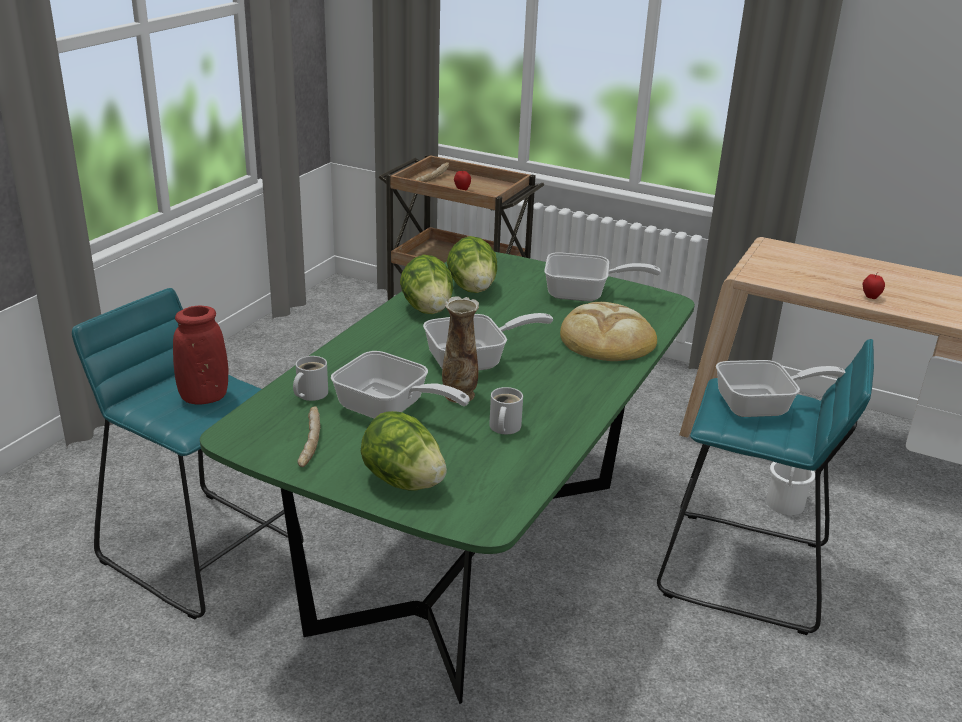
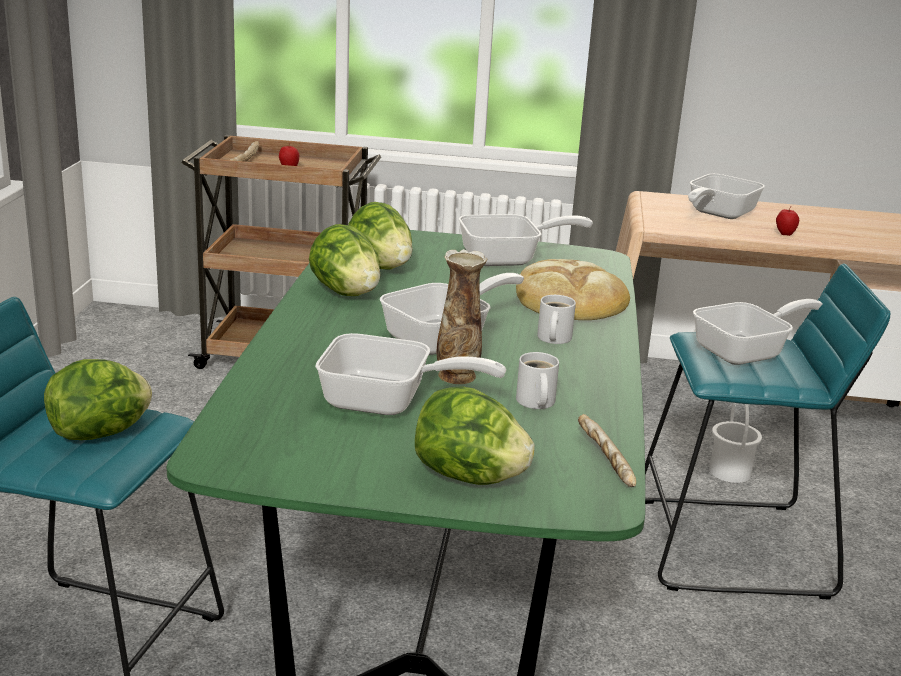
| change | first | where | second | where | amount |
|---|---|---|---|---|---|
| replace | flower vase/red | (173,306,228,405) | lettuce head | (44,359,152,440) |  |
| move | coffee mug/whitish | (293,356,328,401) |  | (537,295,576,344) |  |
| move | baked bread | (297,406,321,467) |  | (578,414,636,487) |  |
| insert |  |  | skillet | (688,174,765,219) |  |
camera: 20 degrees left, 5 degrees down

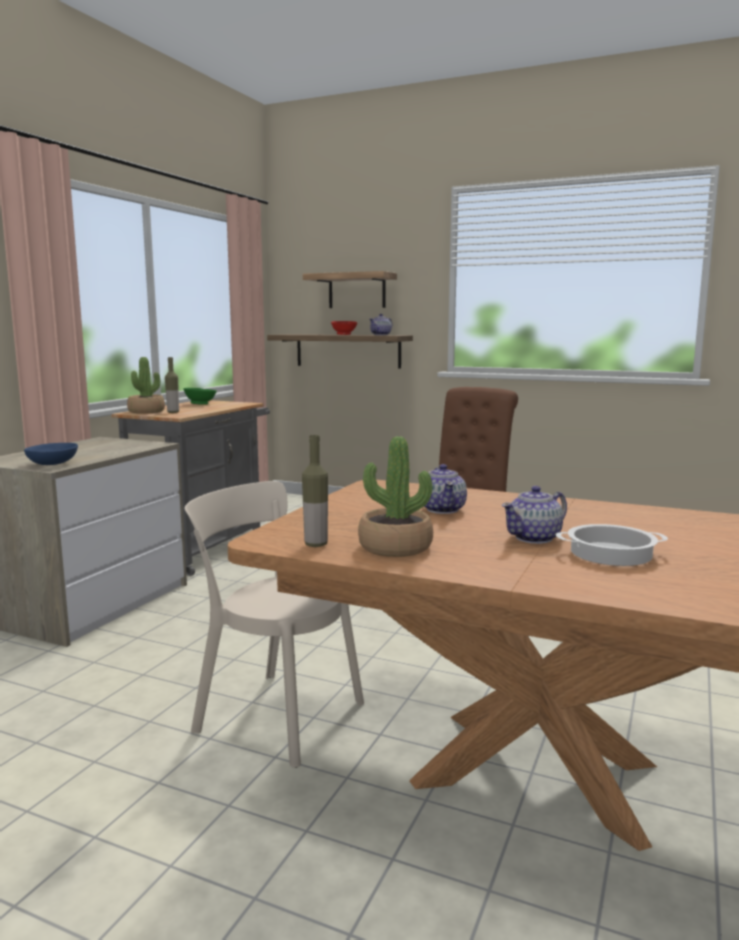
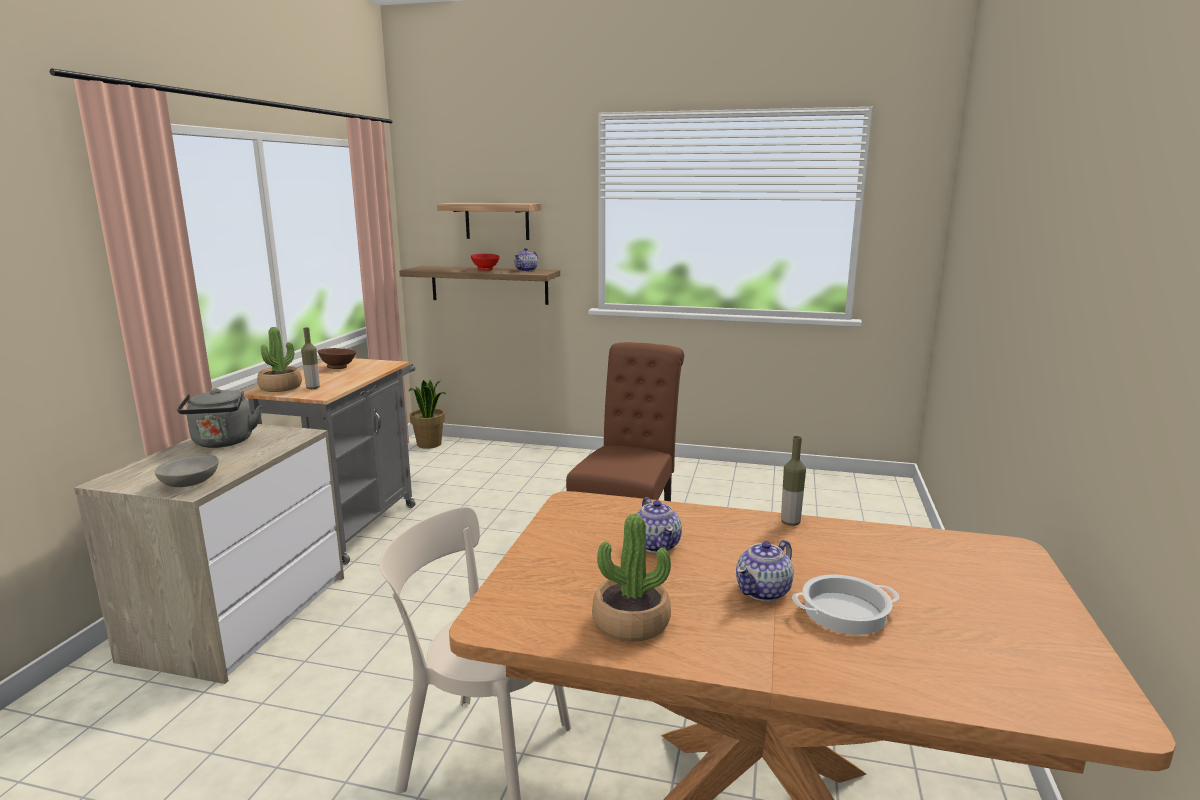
| change | first | where | second | where | amount |
|---|---|---|---|---|---|
| recolor | bowl/green | (183,388,217,405) | bowl/brownish | (317,348,356,369) |  |
| move | bottle | (302,435,328,547) |  | (781,436,806,526) |  |
| recolor | bowl/bluish | (24,443,78,465) | bowl/gray | (155,454,219,487) |  |
| insert |  |  | plant in a pot | (408,379,446,449) |  |
| insert |  |  | tea kettle/gray | (177,388,262,448) |  |
camera: 10 degrees left, 5 degrees up

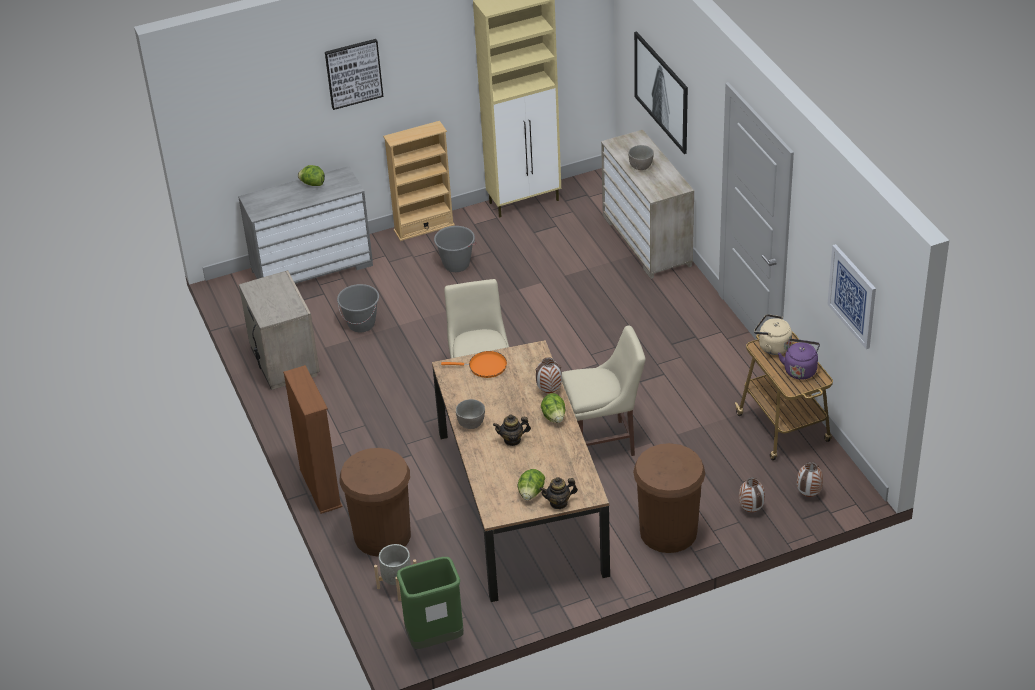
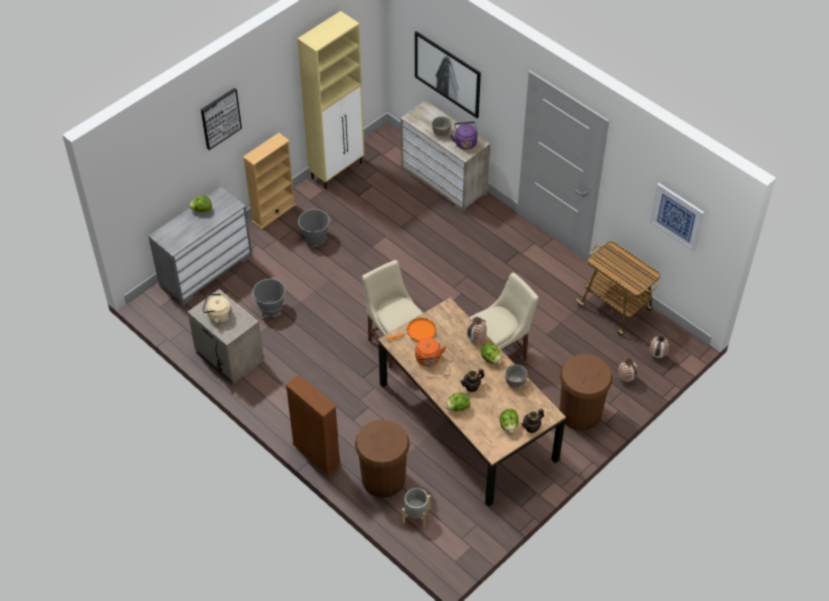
| change | first | where | second | where | amount |
|---|---|---|---|---|---|
| move | tea kettle/beige | (754,314,792,355) |  | (203,294,232,324) |  |
| move | tea kettle/purple | (778,339,820,380) |  | (450,122,477,150) |  |
| move | bowl/gray | (456,399,485,429) |  | (505,364,527,388) |  |
| delete | waste bin/green | (397,557,464,649) |  |  |  |
| insert |  |  | tea kettle/orange-coloured | (415,338,446,366) |  |
| insert |  |  | lettuce head | (446,393,470,411) |  |
camera: 25 degrees left, 10 degrees up

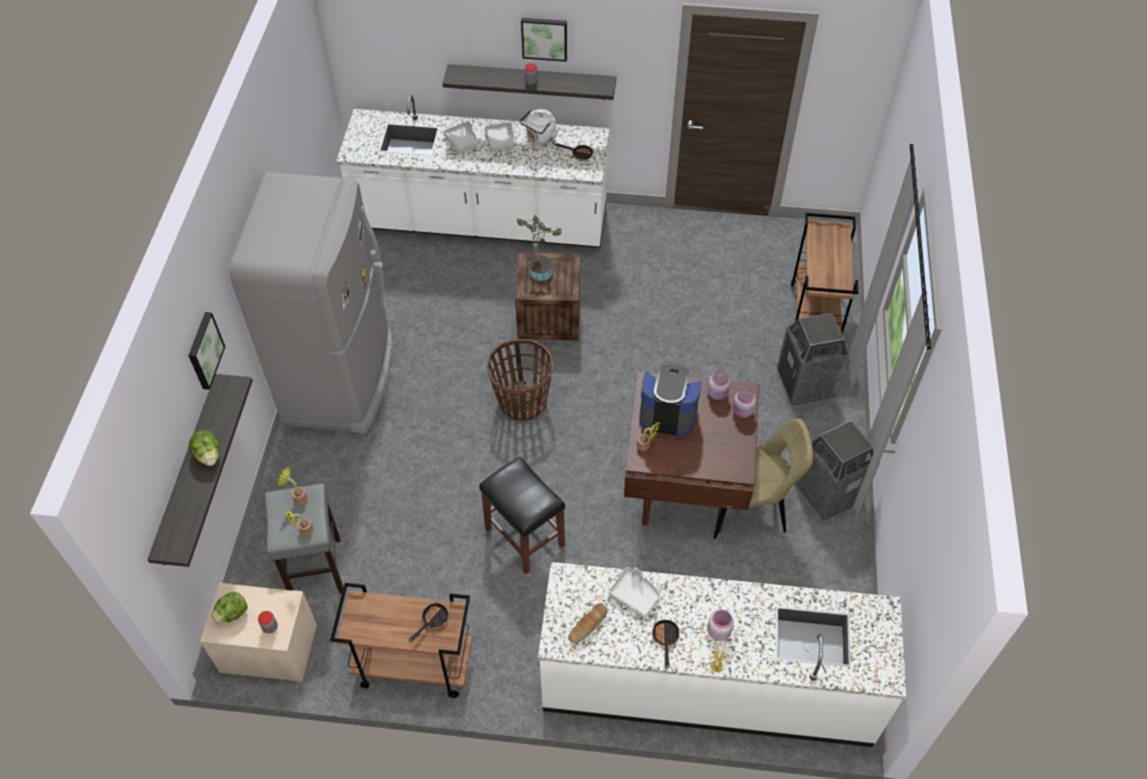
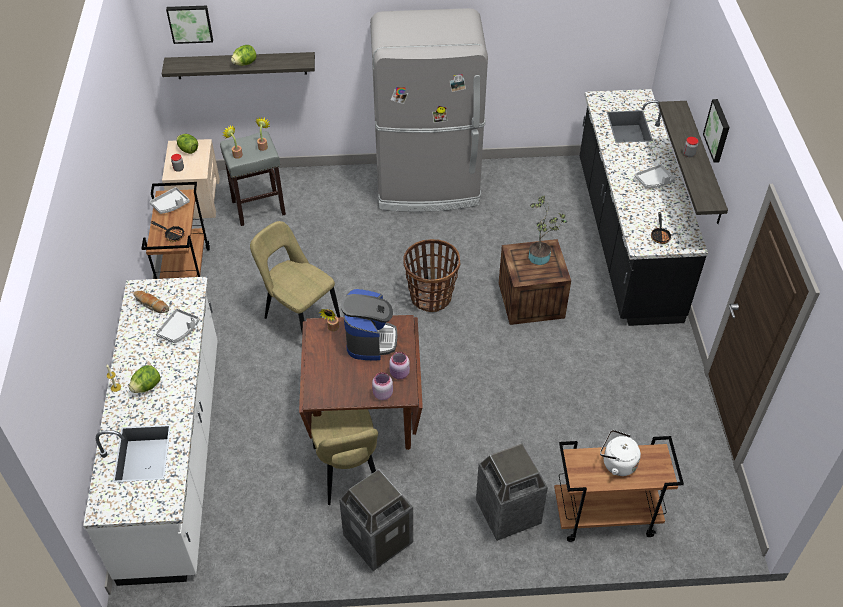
| change | first | where | second | where | amount |
|---|---|---|---|---|---|
| recolor | kitchen counter/whitish | (336,95,610,248) | kitchen counter/black-coloured | (580,89,708,326) |  |
| move | tea kettle/whitish | (520,109,558,144) |  | (600,430,641,476) |  |
| move | tray/gray | (443,121,478,153) |  | (150,187,190,214) |  |
| move | wall picture | (188,312,225,390) |  | (166,6,213,44) |  |
| replace | stool seat/black-coloured | (479,456,565,574) | chair/beige | (250,221,340,332) |  |
| replace | jar/pinkish | (707,610,734,641) | lettuce head | (129,365,161,393) |  |
| delete | skillet | (652,619,680,668) |  |  |  |
camera: 80 degrees right, 5 degrees down

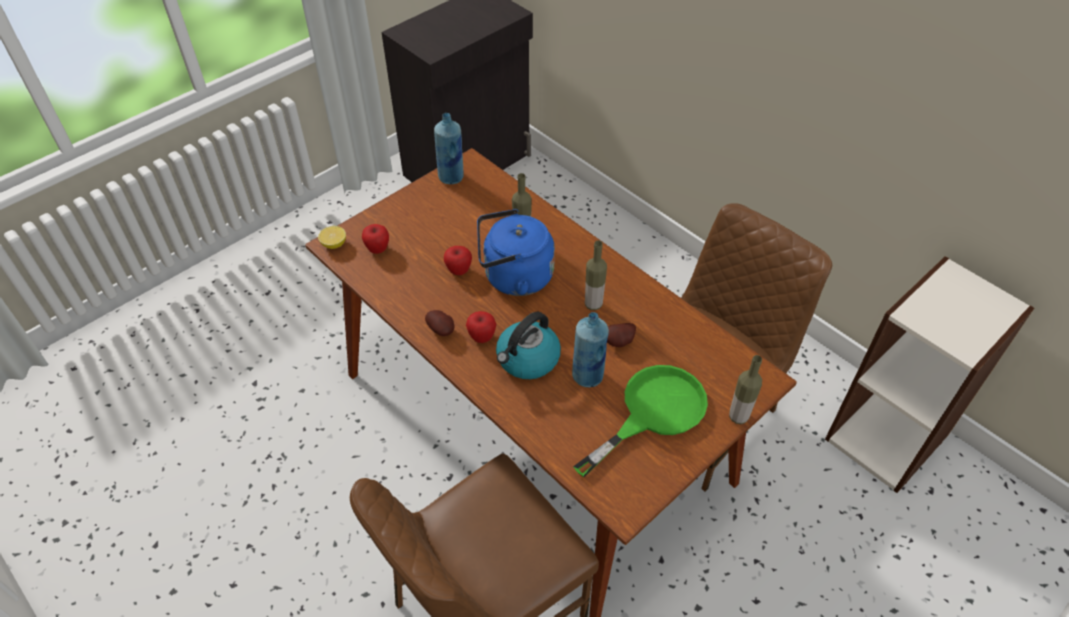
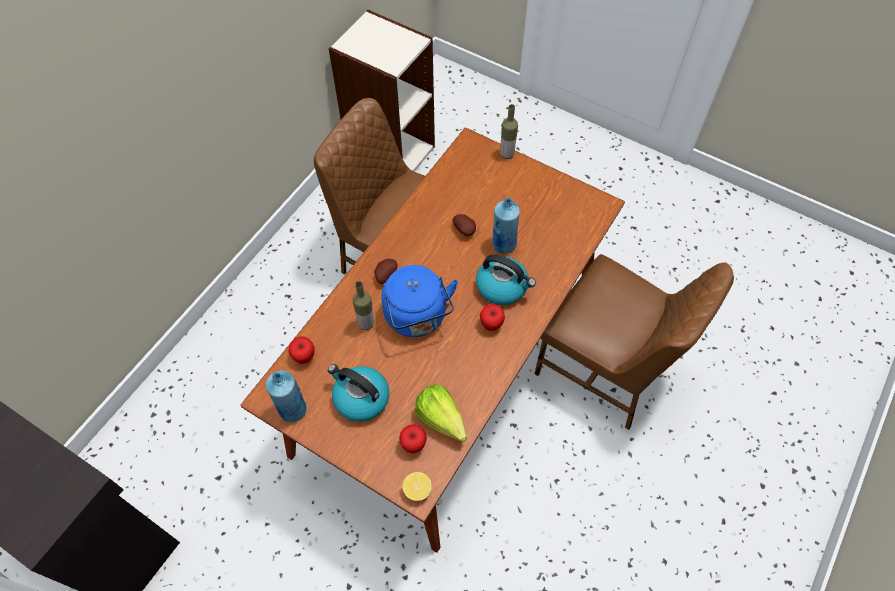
| change | first | where | second | where | amount |
|---|---|---|---|---|---|
| delete | bottle | (585,240,607,310) |  |  |  |
| move | apple fruit | (444,246,472,275) |  | (289,337,315,364) |  |
| move | potato | (425,310,455,336) |  | (374,259,398,284) |  |
| delete | skillet/green | (573,365,708,477) |  |  |  |
| insert |  |  | tea kettle | (328,364,389,422) |  |
| insert |  |  | lettuce head | (415,384,467,442) |  |
camera: 105 degrees left, 10 degrees up

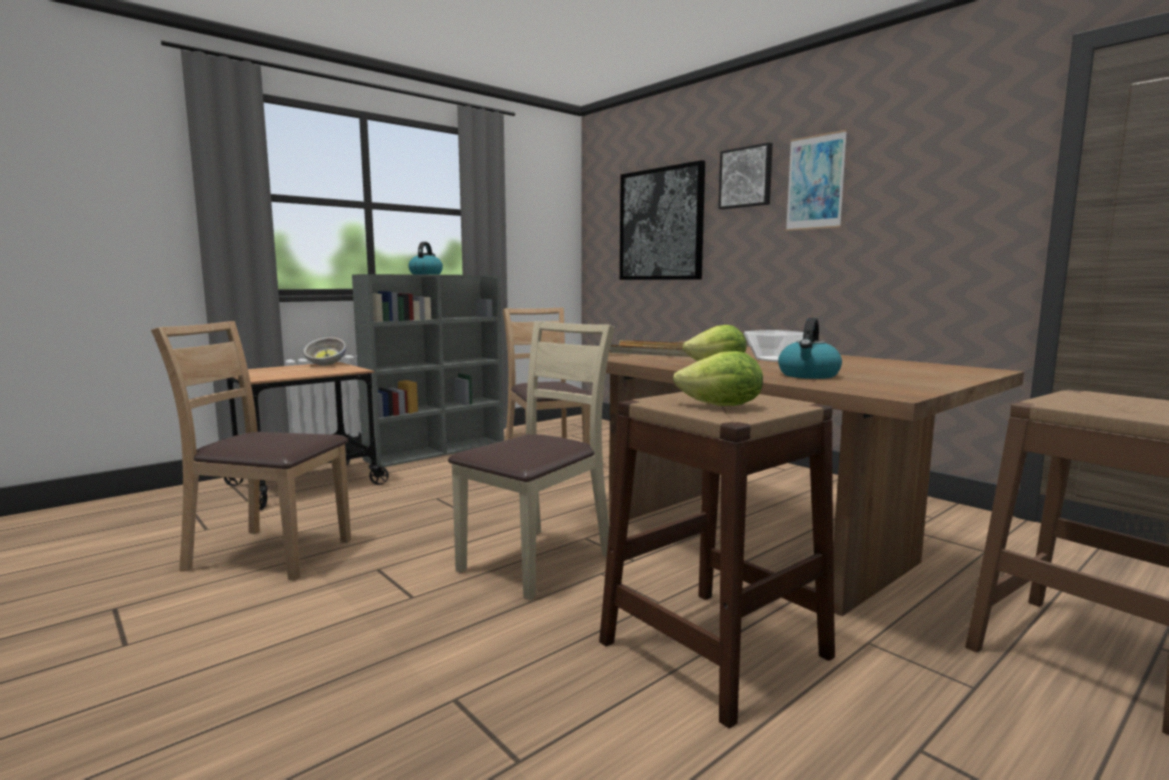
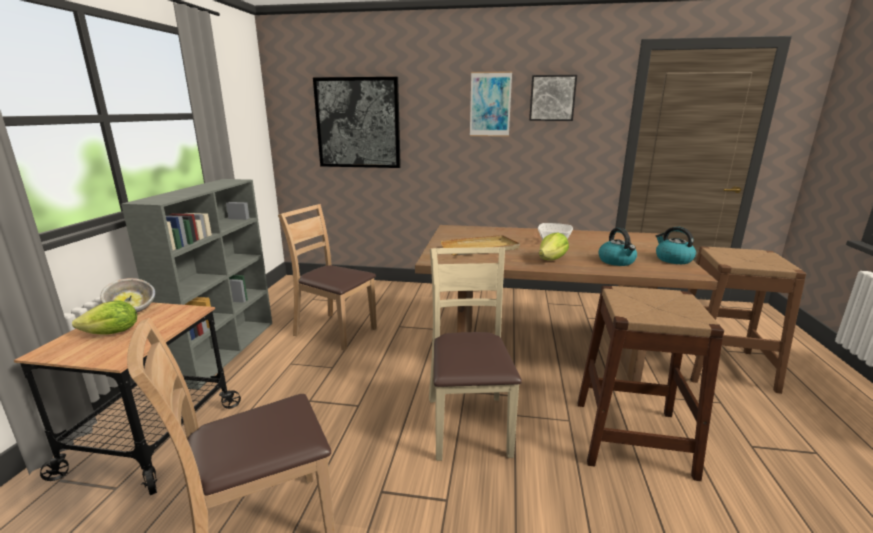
| change | first | where | second | where | amount |
|---|---|---|---|---|---|
| move | wall picture | (718,142,773,209) |  | (529,75,577,121) |  |
| move | tea kettle | (408,242,443,275) |  | (656,227,696,264) |  |
| move | lettuce head | (673,351,763,406) |  | (72,301,137,335) |  |
camera: 40 degrees left, 10 degrees up

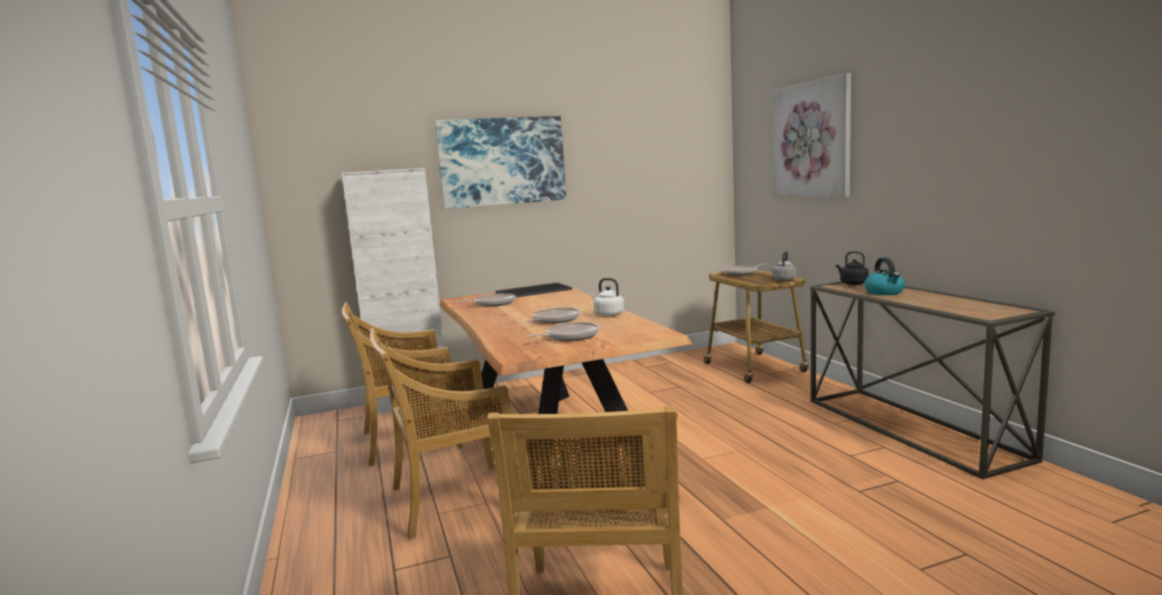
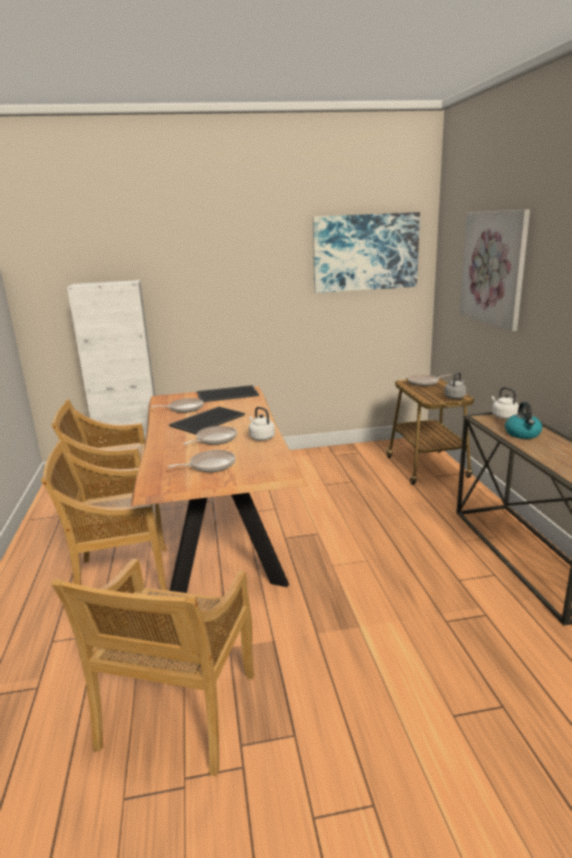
| change | first | where | second | where | amount |
|---|---|---|---|---|---|
| move | wall picture | (435,116,566,209) |  | (313,212,420,293) |  |
| recolor | tea kettle/black-coloured | (836,251,869,285) | tea kettle/whitish | (491,387,519,419) |  |
| insert |  |  | tray | (169,406,245,435) |  |
camera: 10 degrees right, 10 degrees up

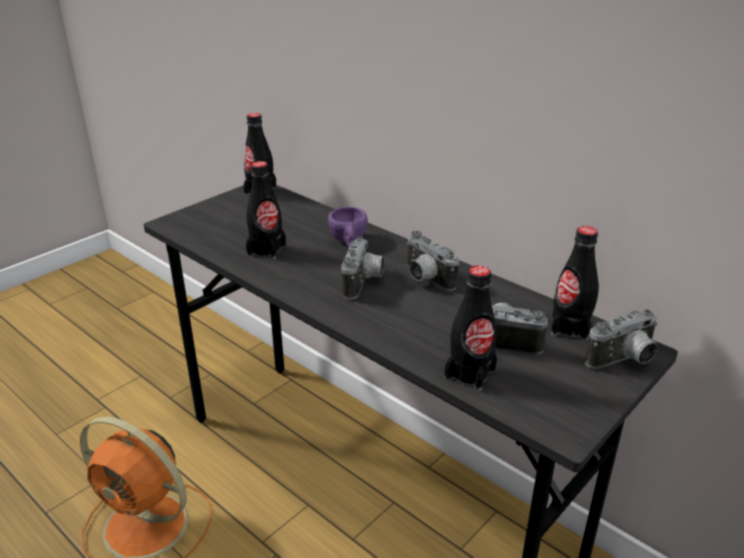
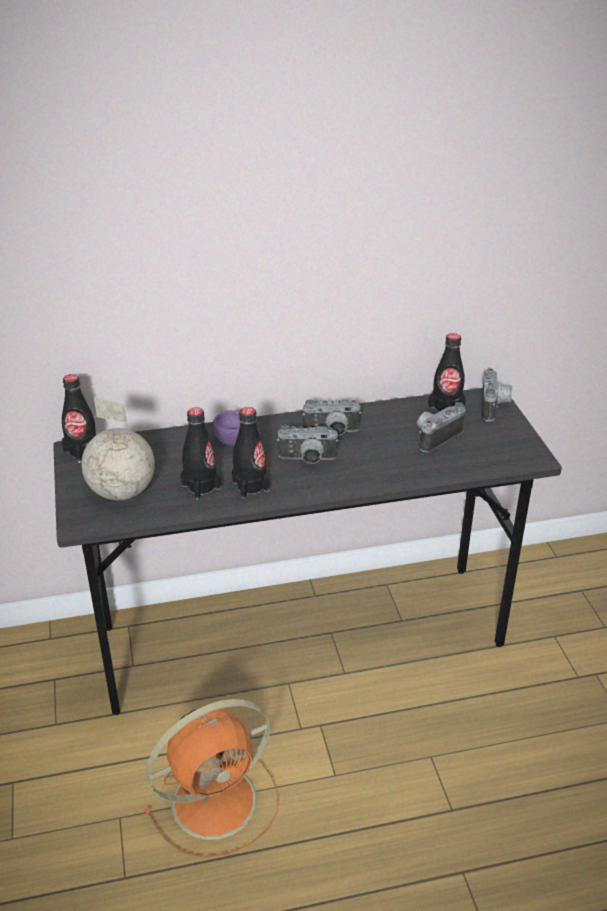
| change | first | where | second | where | amount |
|---|---|---|---|---|---|
| rotate | still camera | (341,236,384,300) |  | (277,425,339,464) | 135 degrees clockwise |
| move | bottle/black-coloured | (445,266,497,391) |  | (232,407,270,498) |  |
| insert |  |  | desk globe | (81,397,155,500) |  |
camera: 55 degrees left, 5 degrees up

